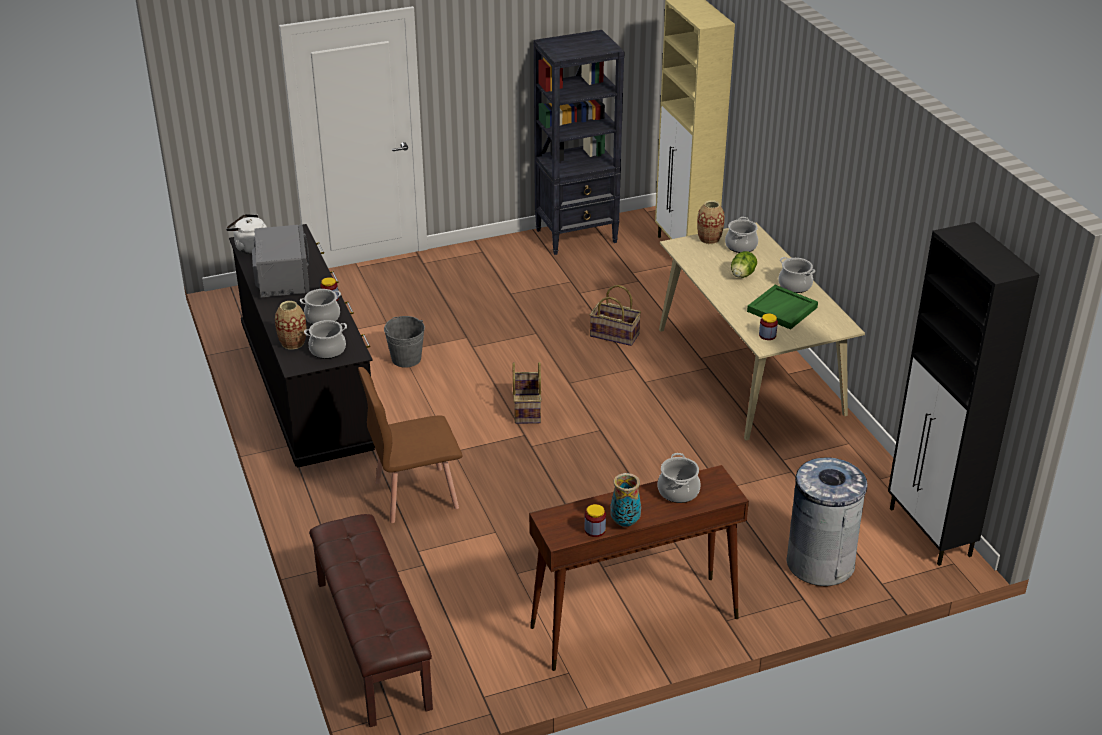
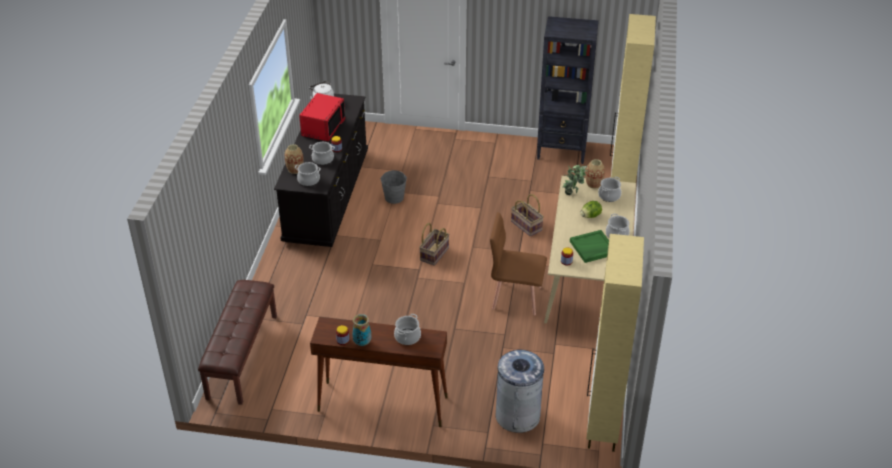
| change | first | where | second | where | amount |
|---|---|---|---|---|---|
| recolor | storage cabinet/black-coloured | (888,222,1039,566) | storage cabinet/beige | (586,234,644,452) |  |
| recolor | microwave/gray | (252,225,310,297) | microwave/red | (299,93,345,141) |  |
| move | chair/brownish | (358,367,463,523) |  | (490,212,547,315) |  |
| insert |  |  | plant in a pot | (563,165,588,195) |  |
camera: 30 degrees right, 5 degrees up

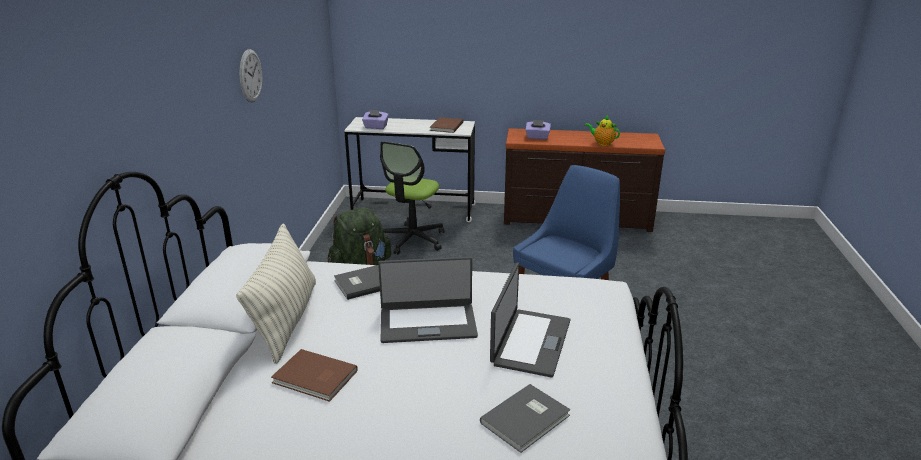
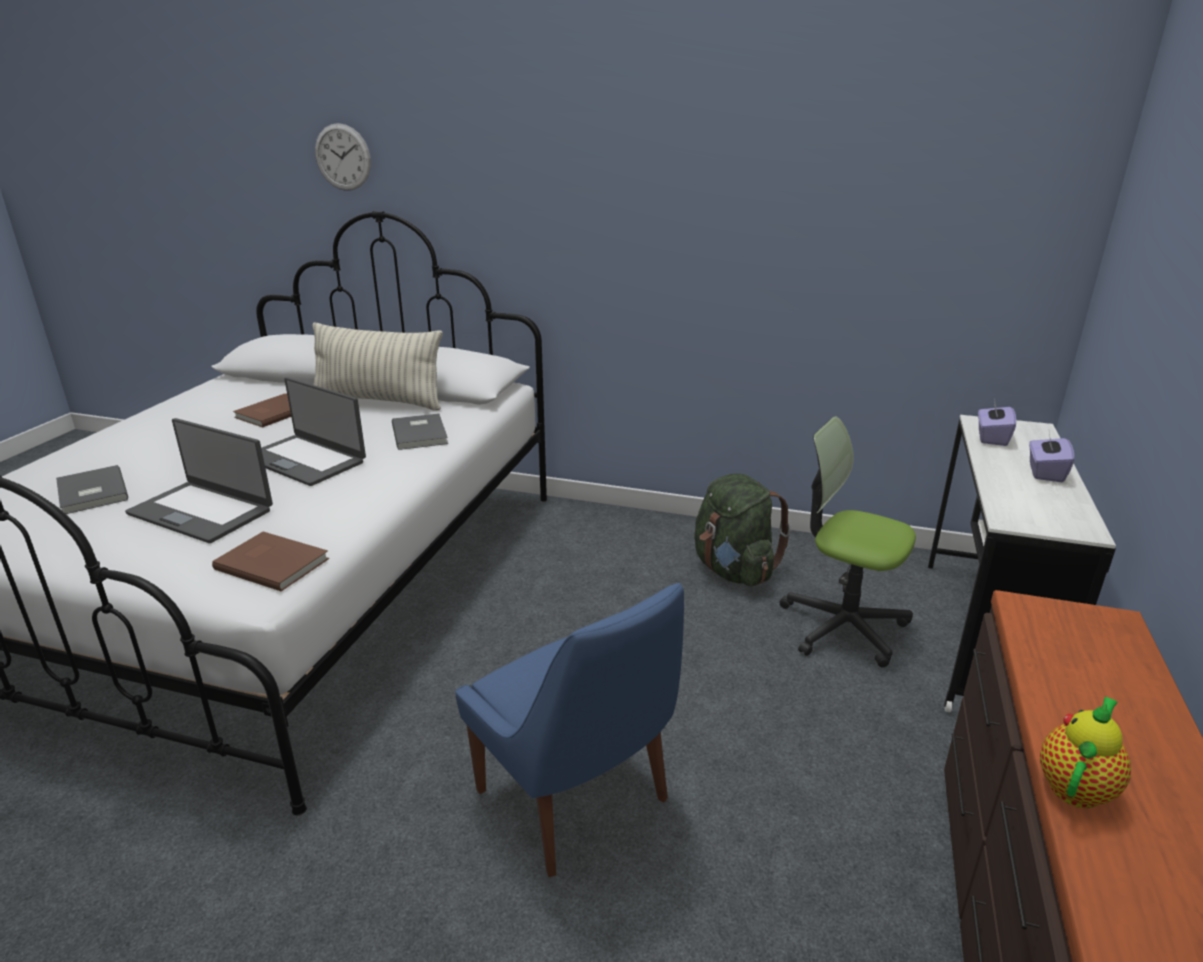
| change | first | where | second | where | amount |
|---|---|---|---|---|---|
| move | clock on the wall | (240,49,262,102) |  | (315,123,371,191) |  |
| move | book/brownish | (430,117,464,133) |  | (212,532,329,591) |  |
| move | tissue holder/purple | (525,120,551,140) |  | (1029,433,1074,482) |  |
| rotate | laptop | (378,257,478,343) |  | (261,377,366,486) | 60 degrees counterclockwise |
camera: 100 degrees right, 0 degrees up

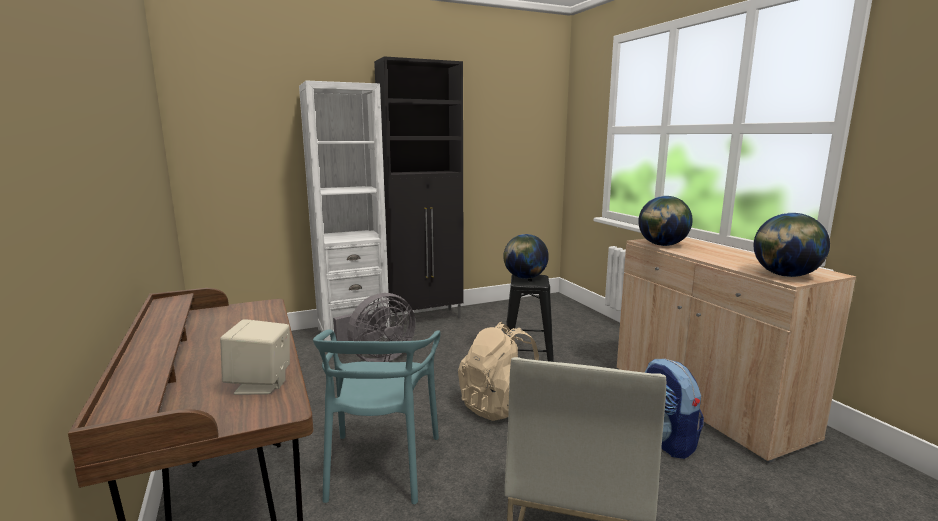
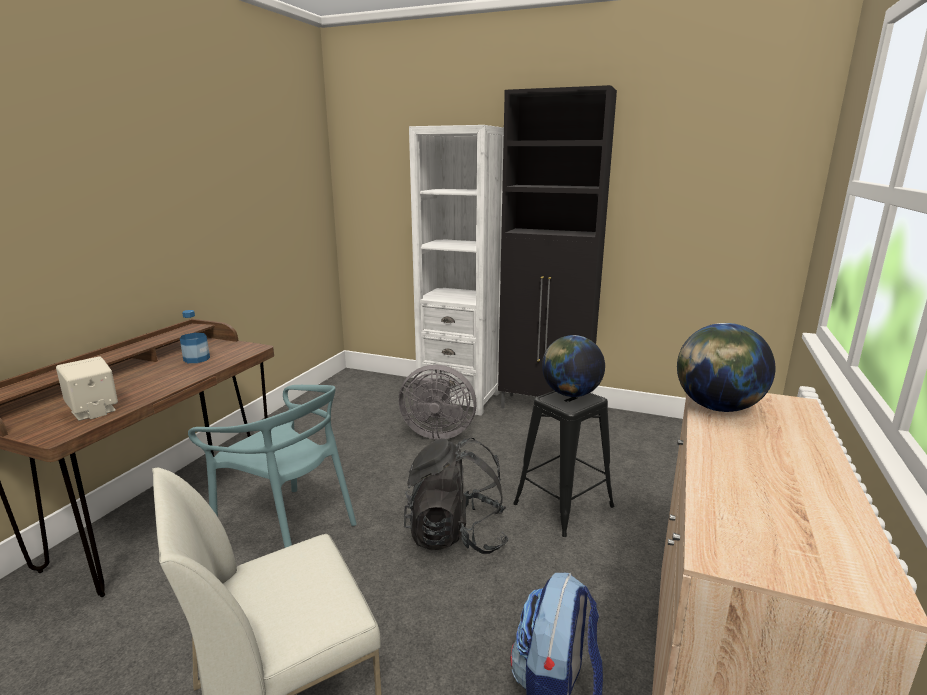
| change | first | where | second | where | amount |
|---|---|---|---|---|---|
| delete | desk globe | (754,213,830,277) |  |  |  |
| recolor | knapsack/beige | (458,322,539,421) | knapsack/black-coloured | (404,438,509,554) |  |
| rotate | chair/turquoise | (313,330,440,504) |  | (188,385,357,548) | 105 degrees counterclockwise |
| insert |  |  | bottle | (180,310,210,363) |  |
camera: 45 degrees right, 5 degrees up

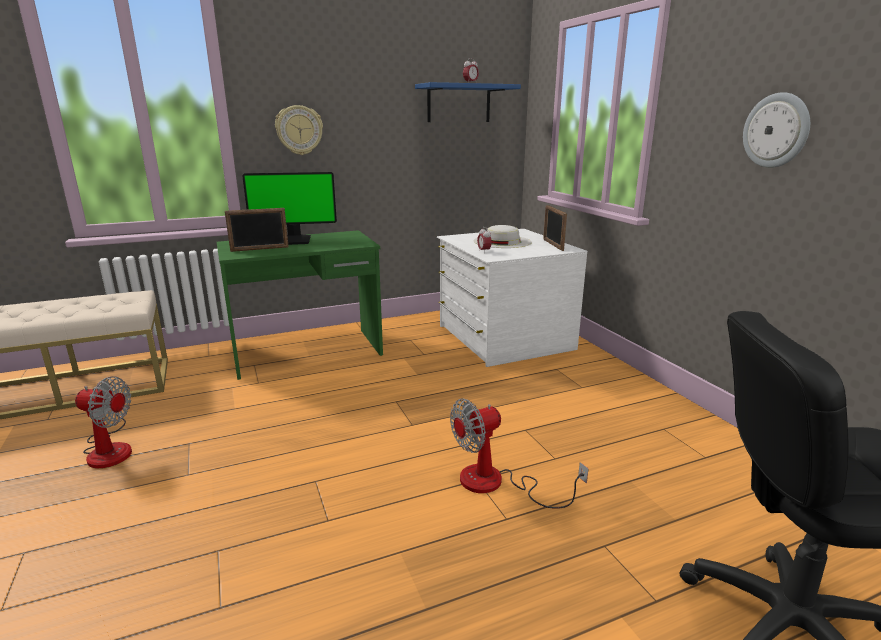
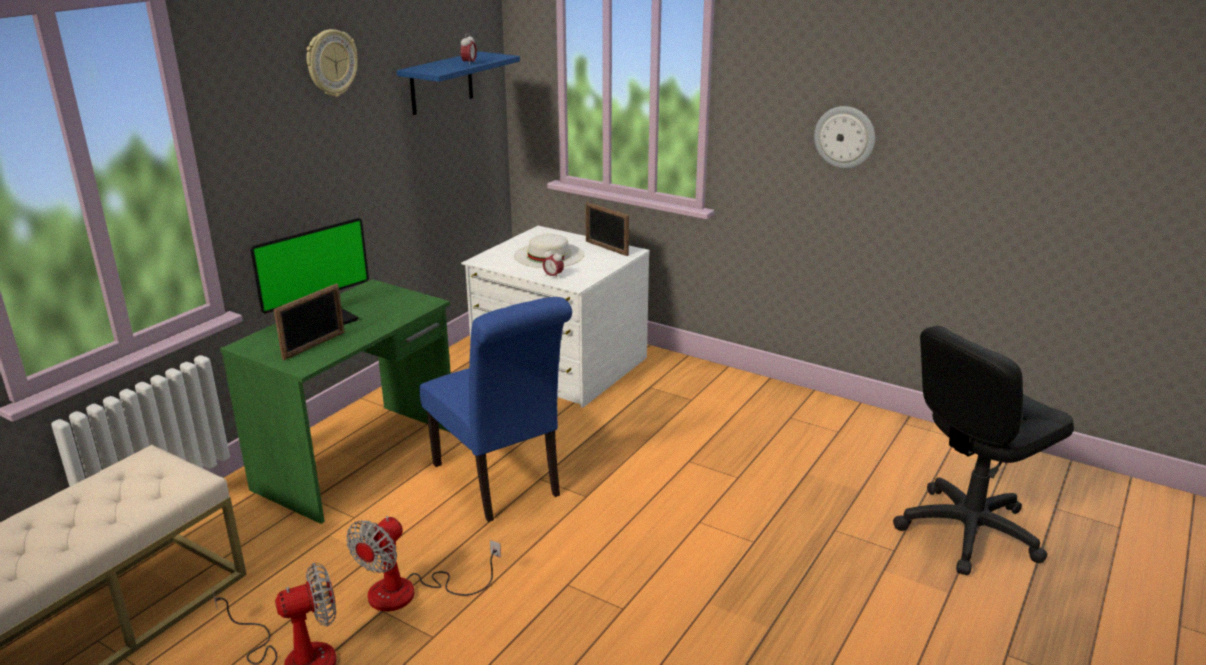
| change | first | where | second | where | amount |
|---|---|---|---|---|---|
| move | clock on the wall | (275,105,323,155) |  | (306,29,358,97) |  |
| move | fan | (450,398,589,509) |  | (346,516,501,611) |  |
| insert |  |  | chair/bluish | (419,297,572,522) |  |
camera: 35 degrees left, 5 degrees up

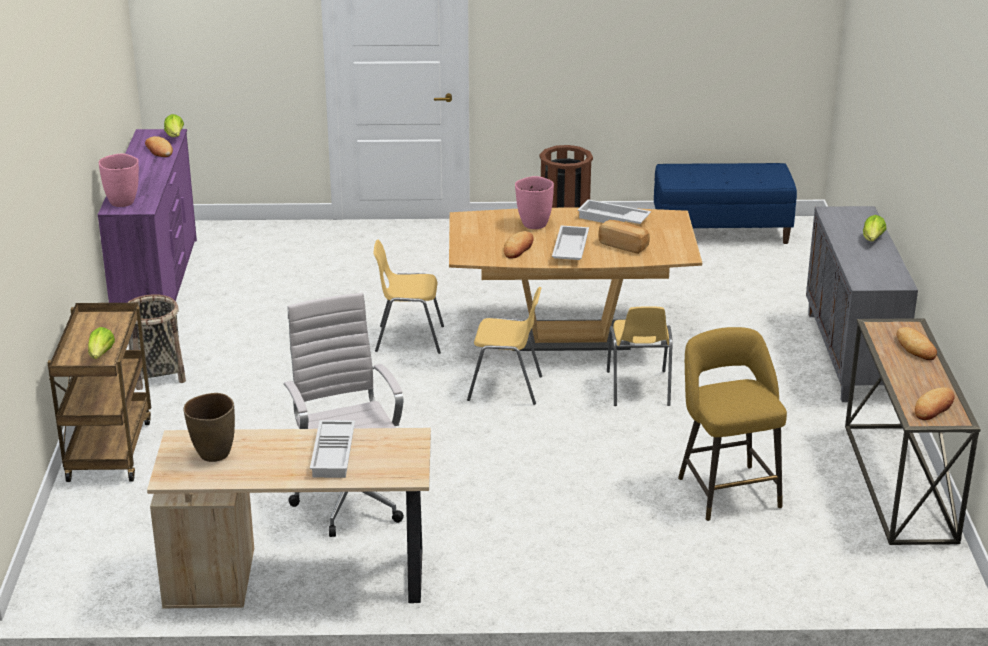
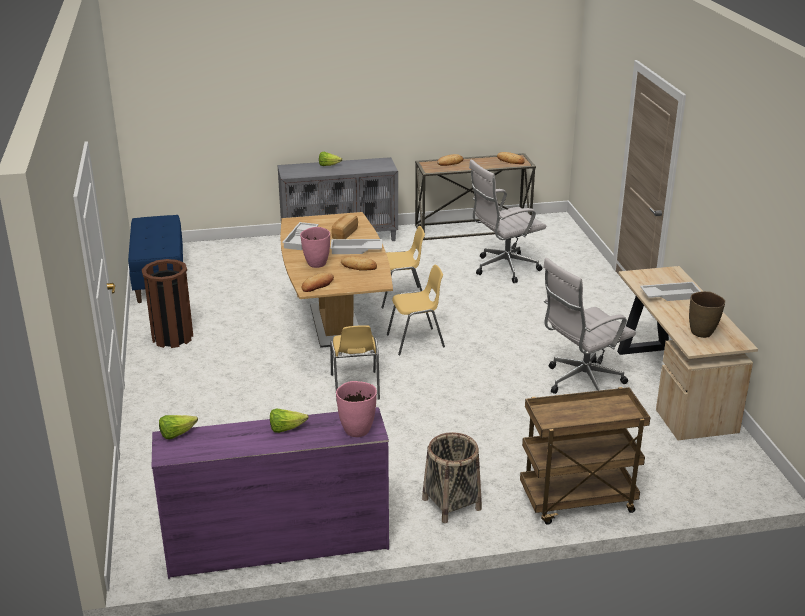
| change | first | where | second | where | amount |
|---|---|---|---|---|---|
| move | baked bread | (145,136,173,157) |  | (302,273,334,292) |  |
| rotate | chair/yellow-coloured | (467,287,542,405) |  | (387,264,445,355) | 75 degrees clockwise |
| move | lettuce head | (88,327,115,359) |  | (270,408,309,433) |  |
| replace | stool seat/yellow-coloured | (678,327,787,521) | office chair/whitish | (469,160,546,283) |  |
camera: 100 degrees left, 0 degrees up

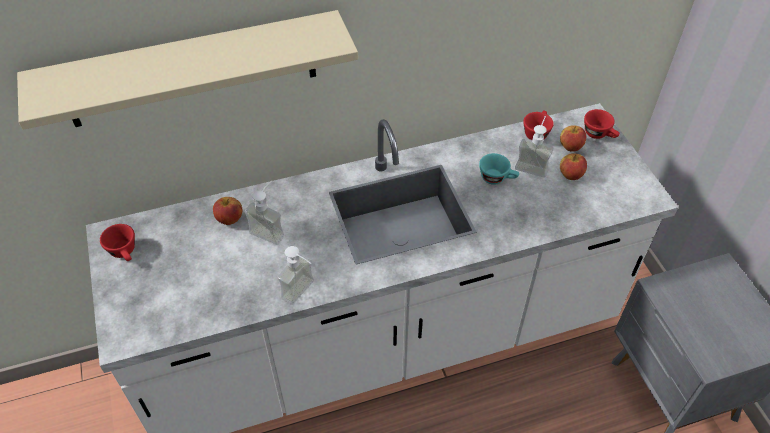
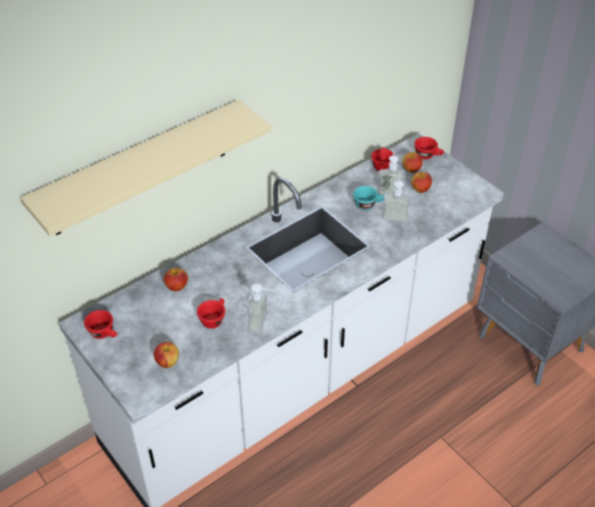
| change | first | where | second | where | amount |
|---|---|---|---|---|---|
| move | liquid soap bottle | (245,181,284,245) |  | (382,173,410,222) |  |
| insert |  |  | drinking cup/red | (197,298,225,329) |  |
| insert |  |  | apple fruit | (154,342,179,368) |  |
camera: 20 degrees left, 5 degrees down

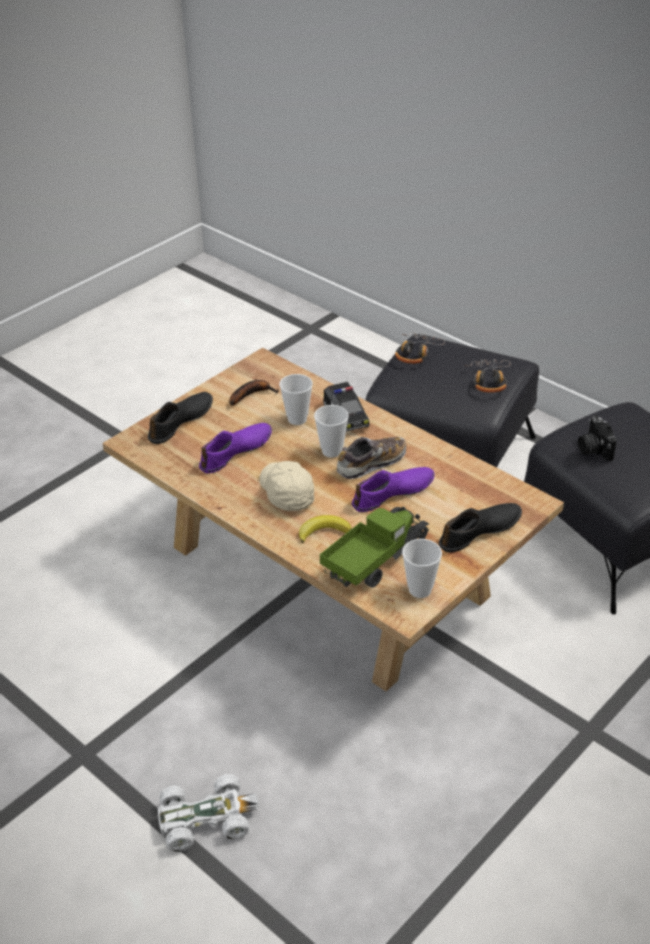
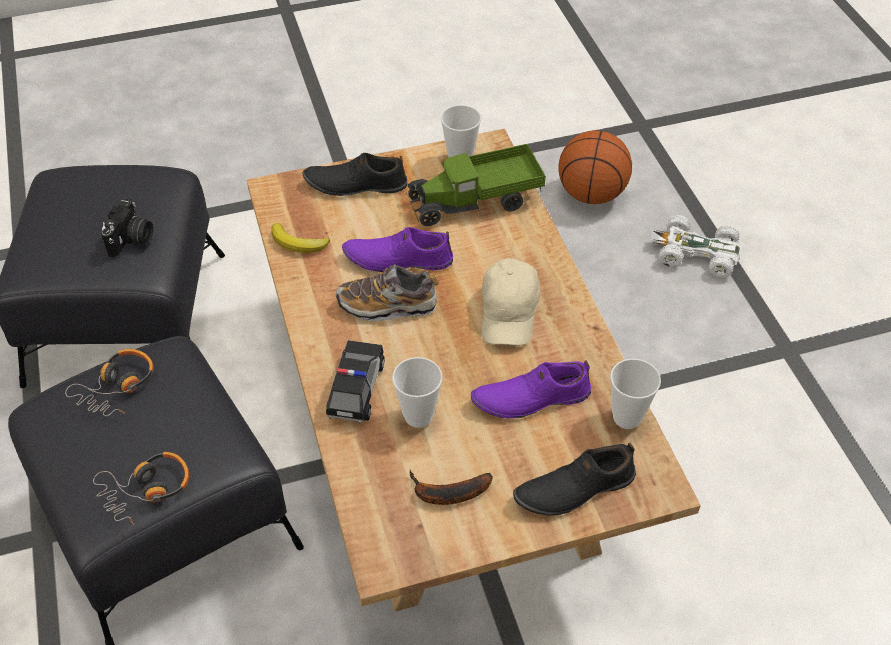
| change | first | where | second | where | amount |
|---|---|---|---|---|---|
| move | drinking cup | (314,405,349,458) |  | (610,359,661,429) |  |
| move | banana fruit | (299,515,352,544) |  | (271,223,330,253) |  |
| insert |  |  | basketball ball | (558,130,632,204) |  |
camera: 150 degrees left, 10 degrees up

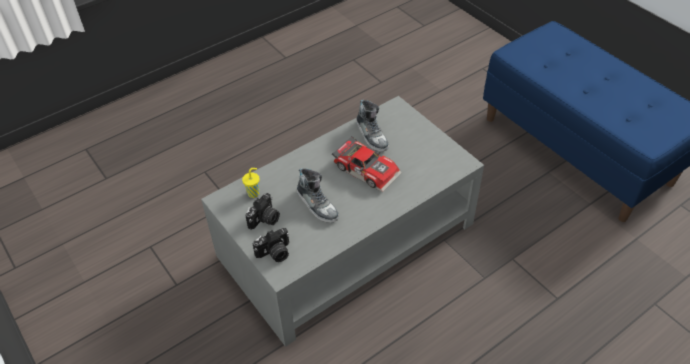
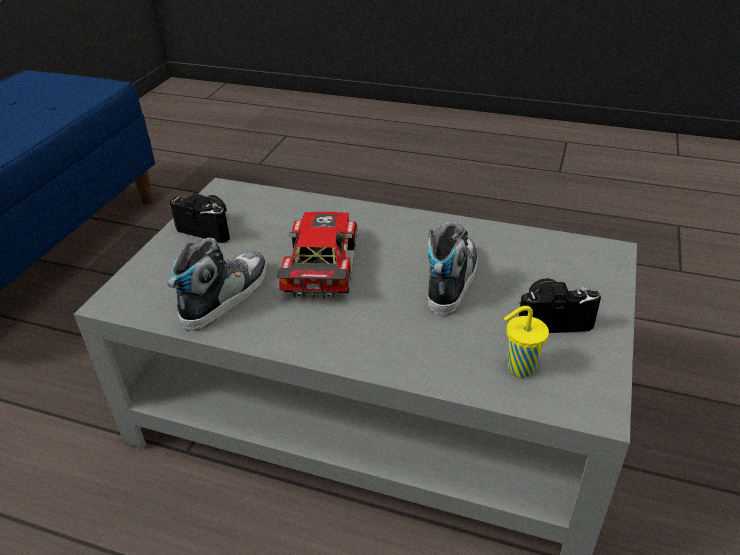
| change | first | where | second | where | amount |
|---|---|---|---|---|---|
| move | still camera | (253,228,289,262) |  | (169,193,230,243) |  |
camera: 125 degrees left, 10 degrees down

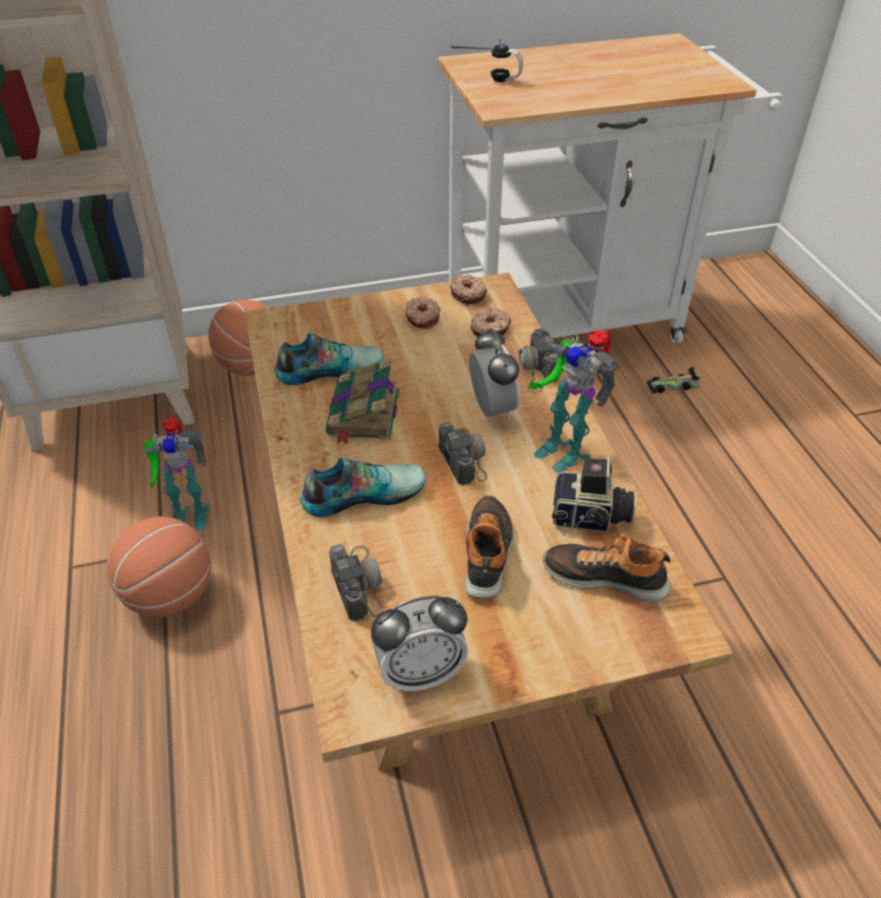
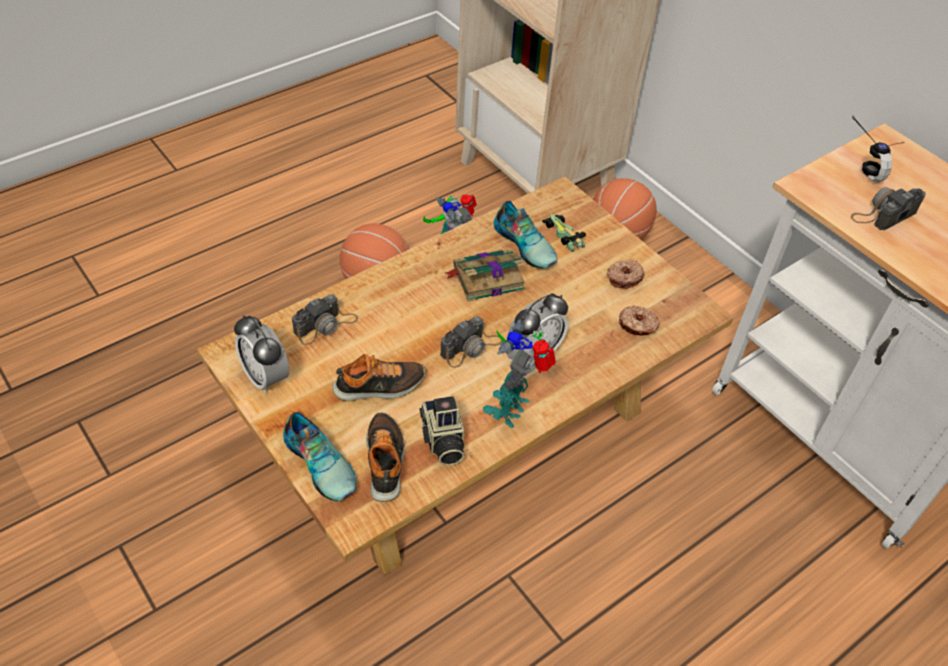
| change | first | where | second | where | amount |
|---|---|---|---|---|---|
| delete | doughnut | (450,275,487,304) |  |  |  |
| move | still camera | (518,328,558,393) |  | (851,187,926,230) |  |
| move | toy car | (646,367,702,394) |  | (542,214,586,252) |  |
| move | low shoe | (300,457,426,517) |  | (283,412,357,501) |  |
camera: 65 degrees right, 5 degrees up

